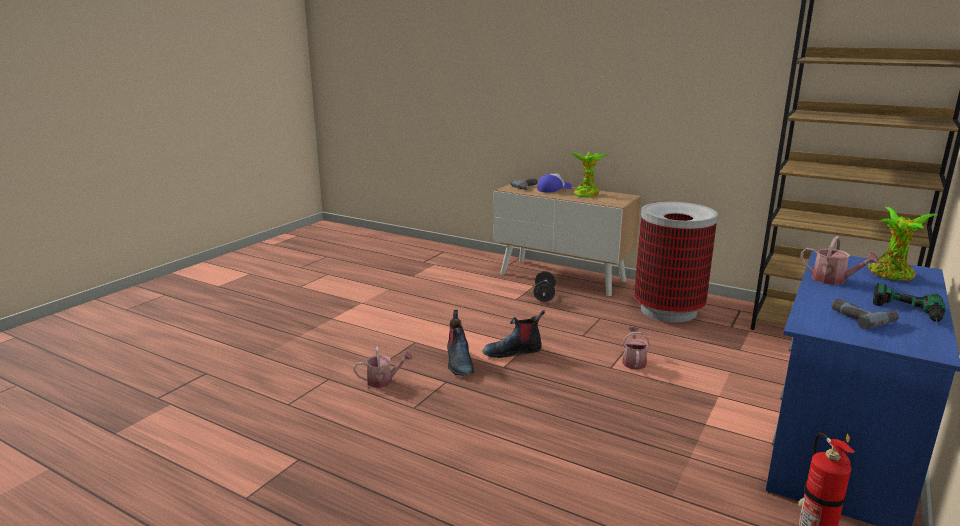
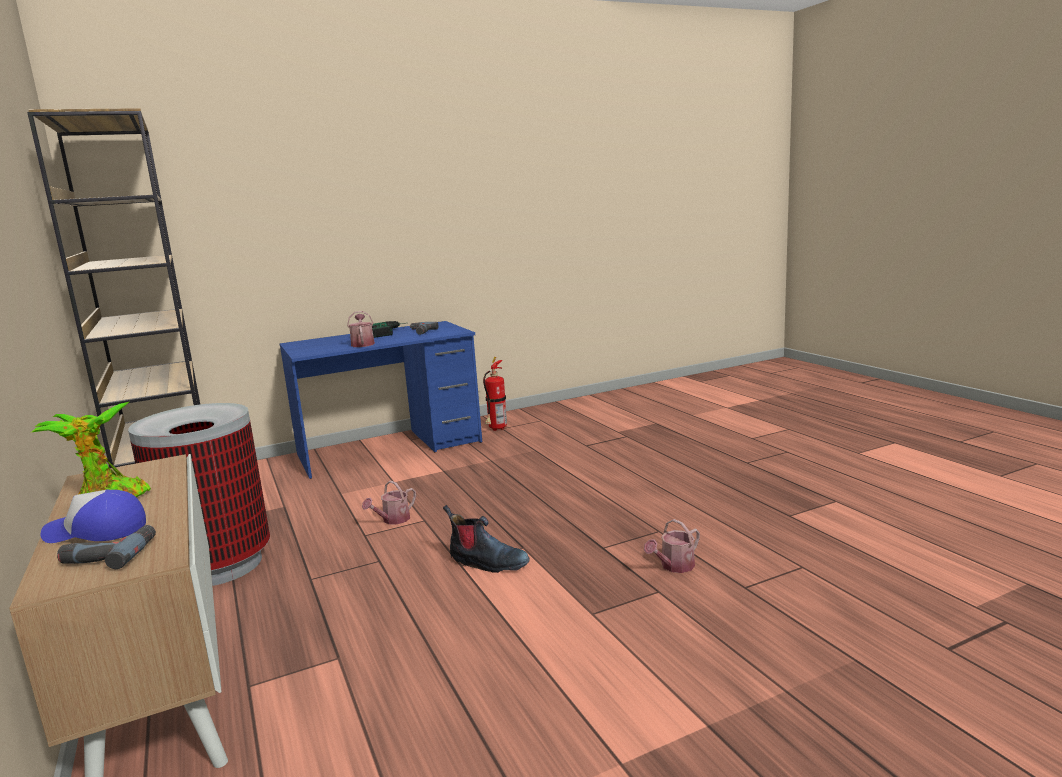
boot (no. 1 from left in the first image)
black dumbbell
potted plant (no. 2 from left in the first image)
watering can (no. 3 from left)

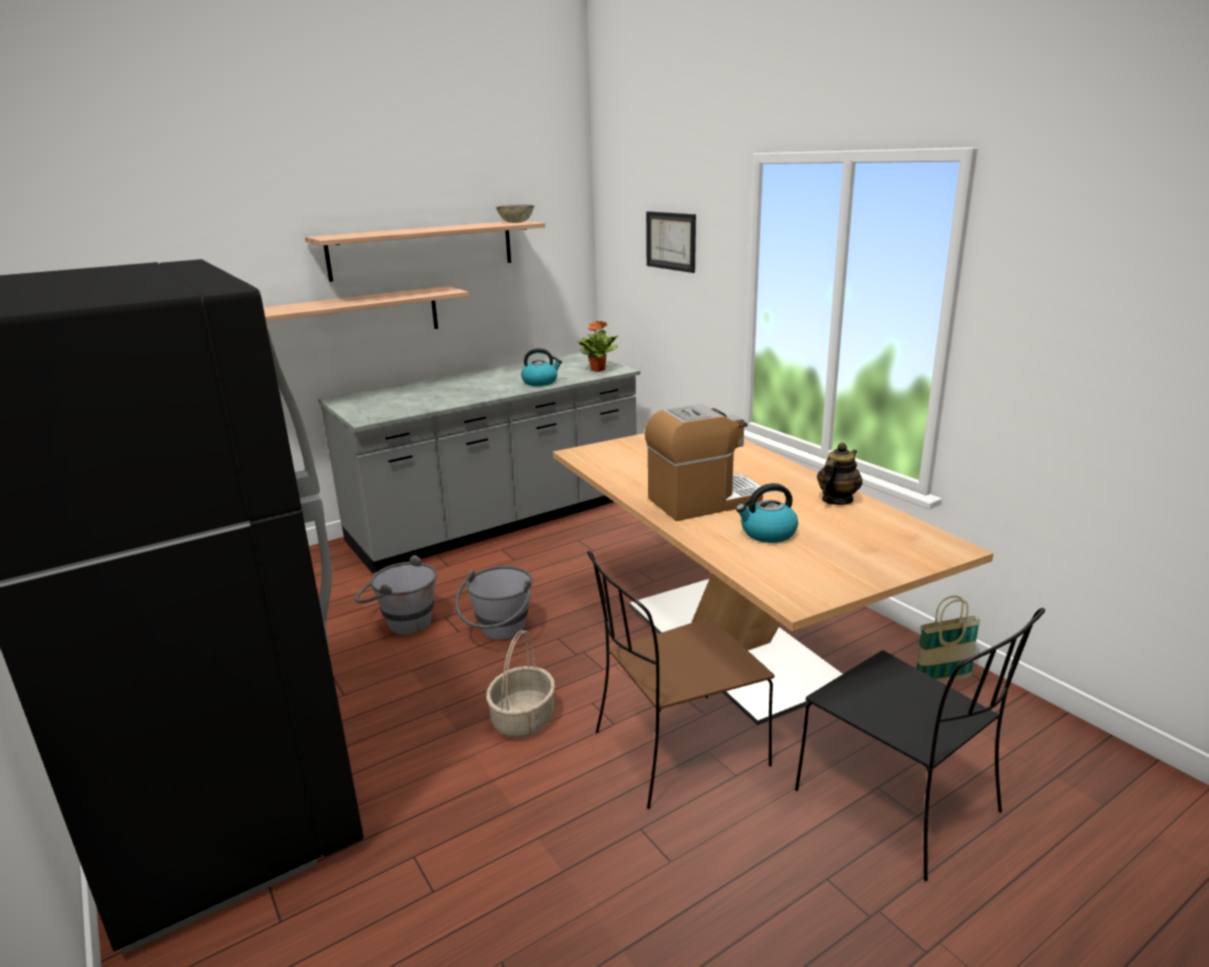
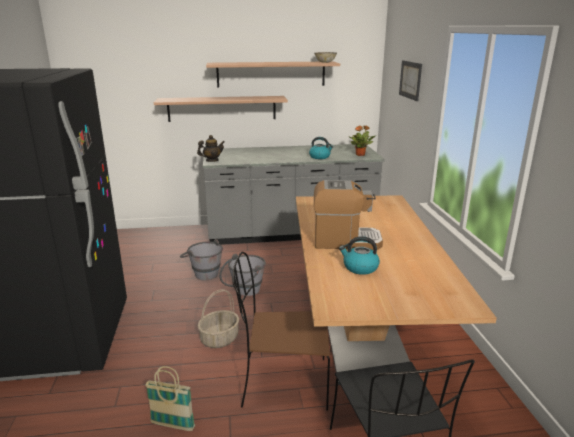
teapot
basket (no. 1 from left)

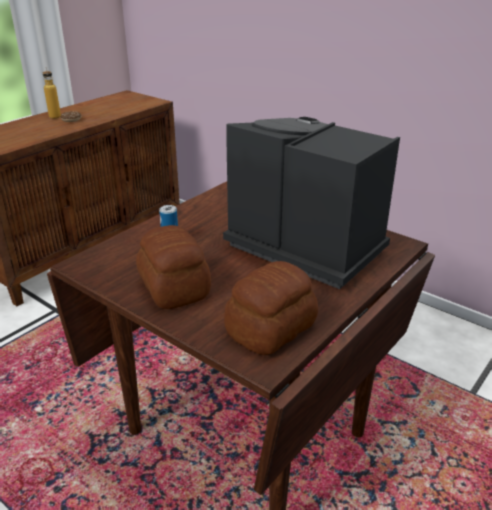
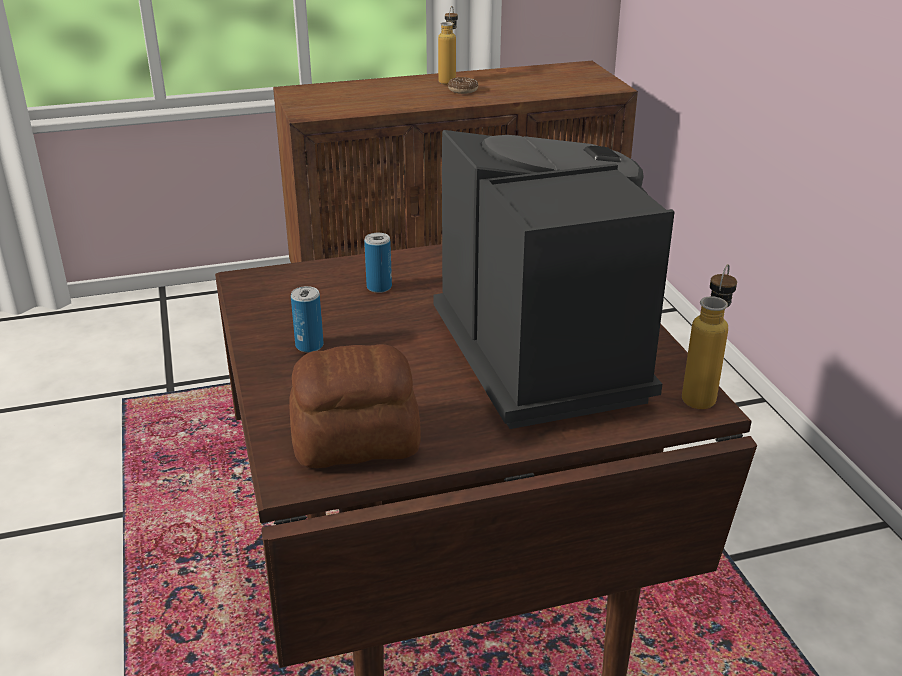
bottle (no. 2 from left)
can (no. 1 from left)

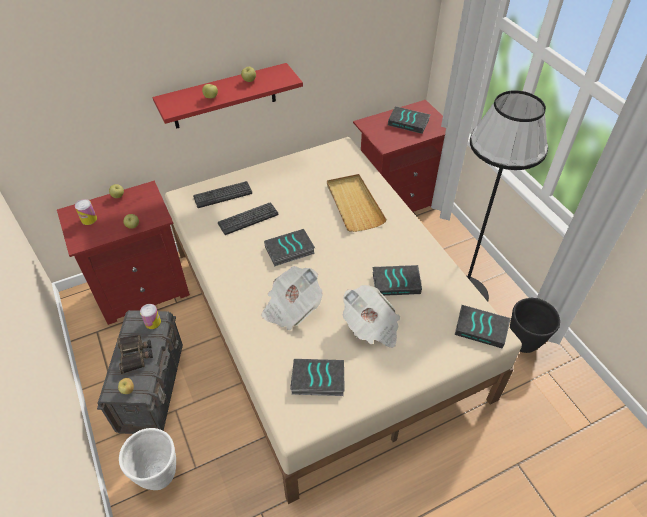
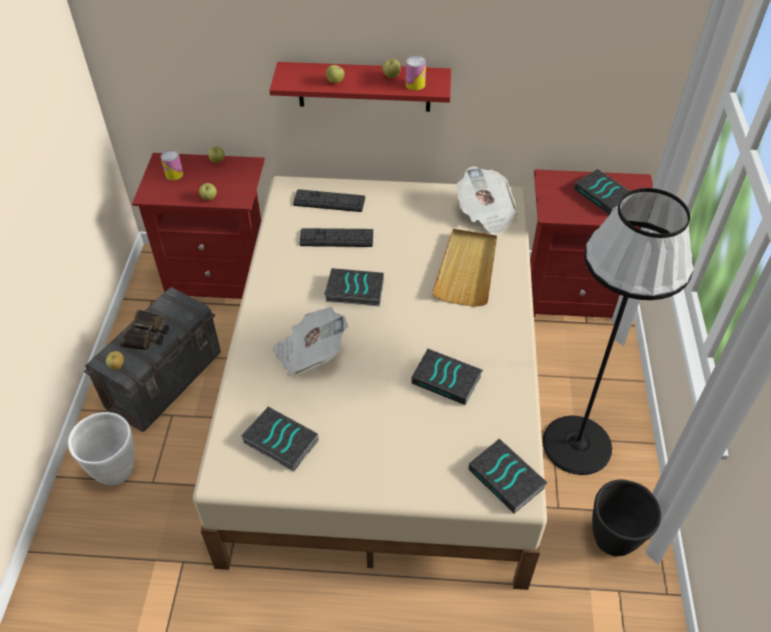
can (no. 2 from left)
newspaper (no. 2 from left)

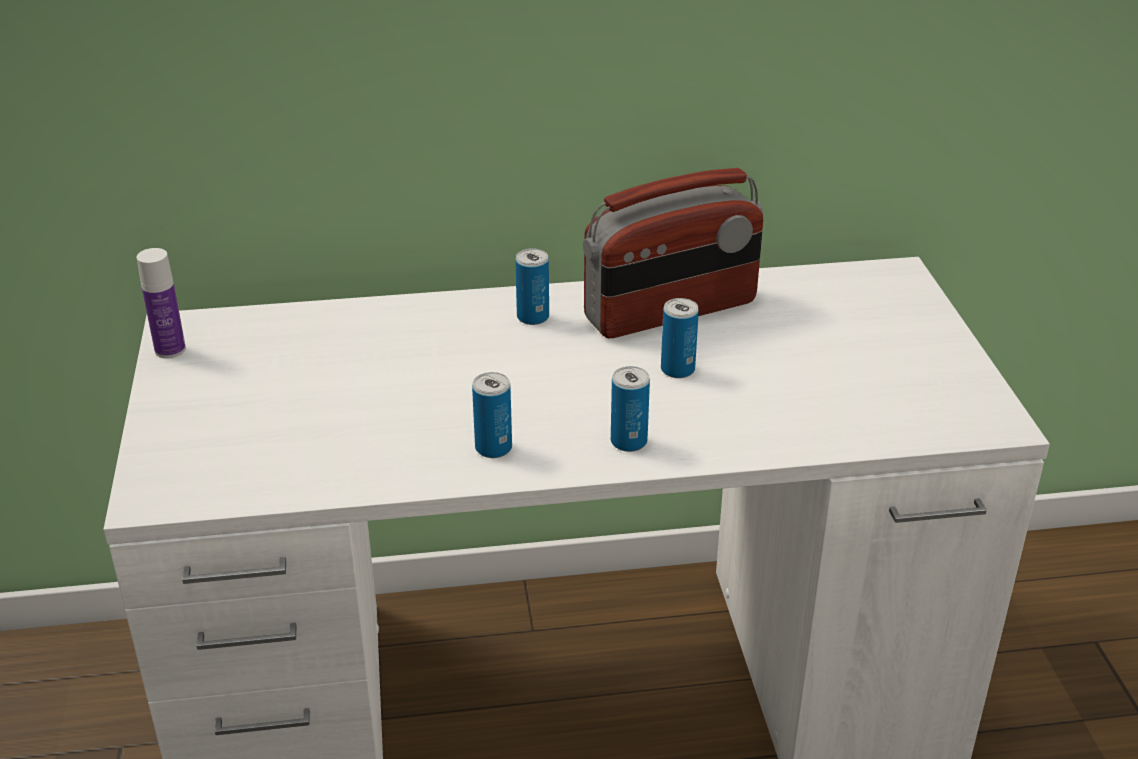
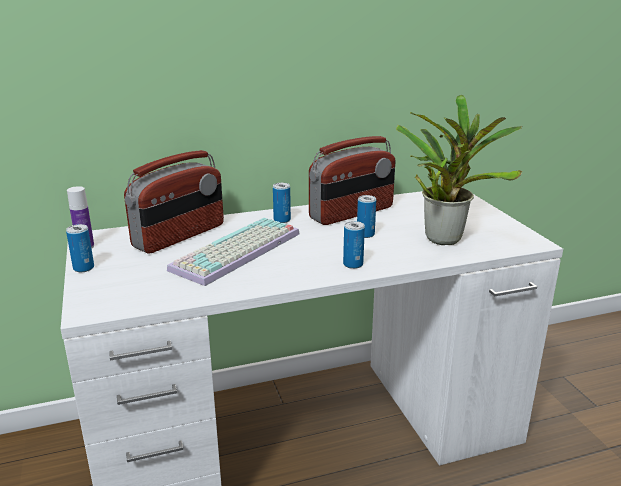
radio (no. 1 from left)
keyboard
potted plant
can (no. 1 from left)

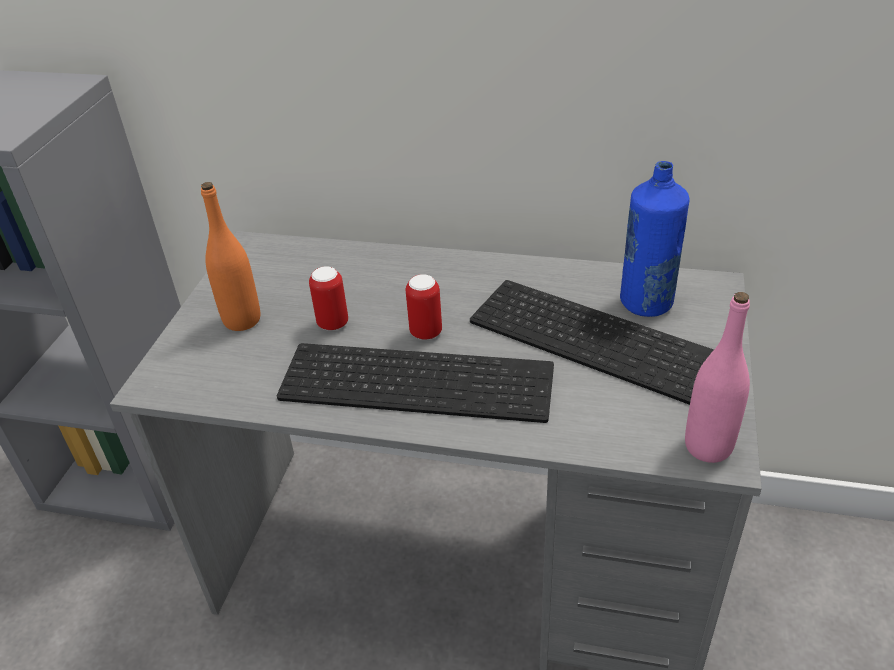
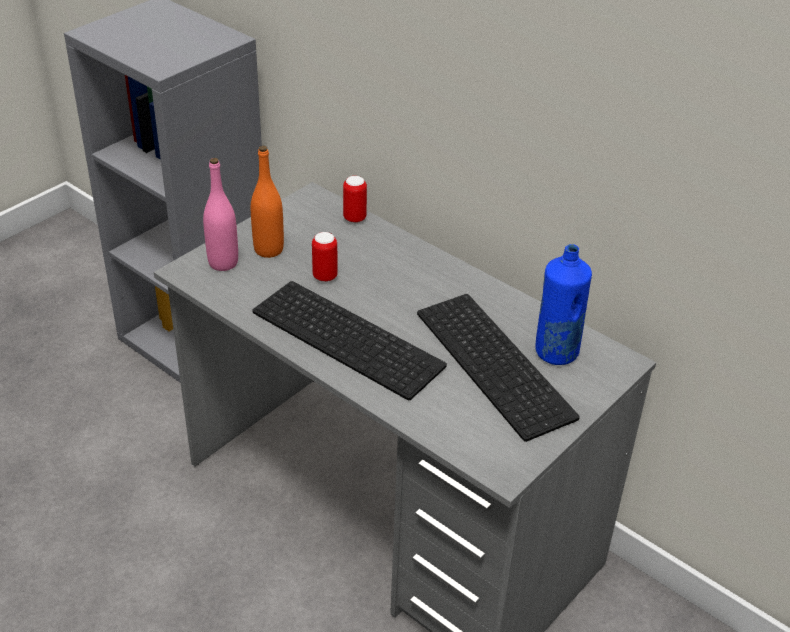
can (no. 2 from left)
pink bottle

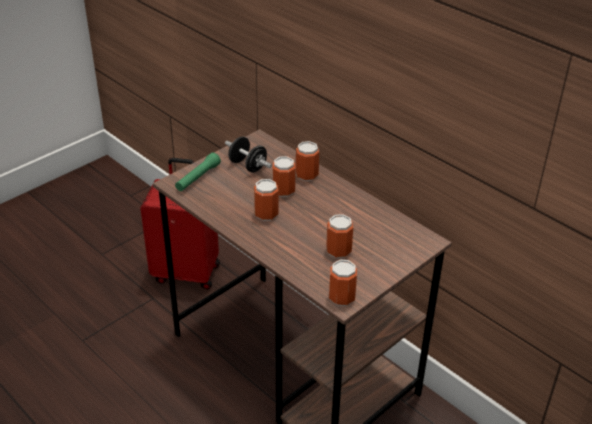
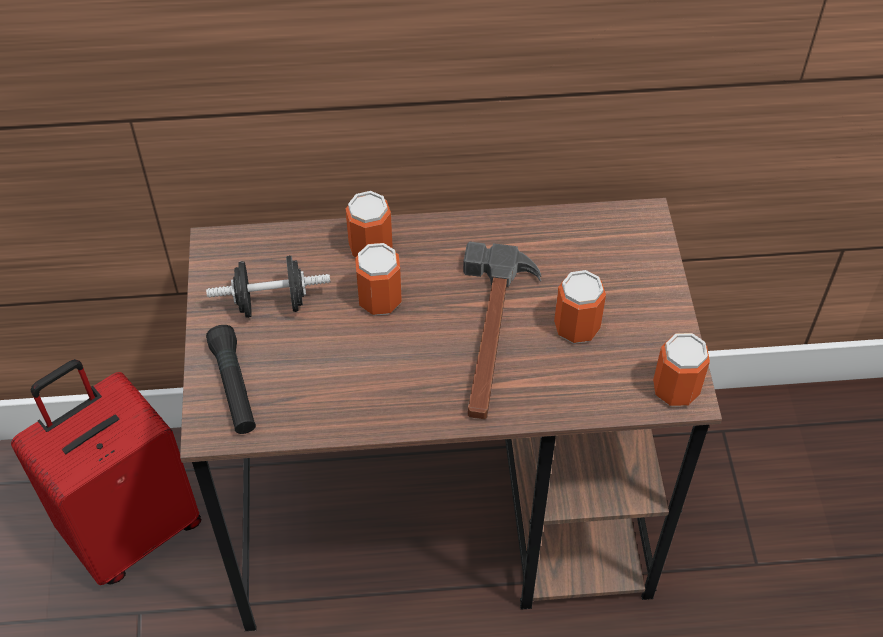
can (no. 1 from left in the first image)
hammer
black flashlight

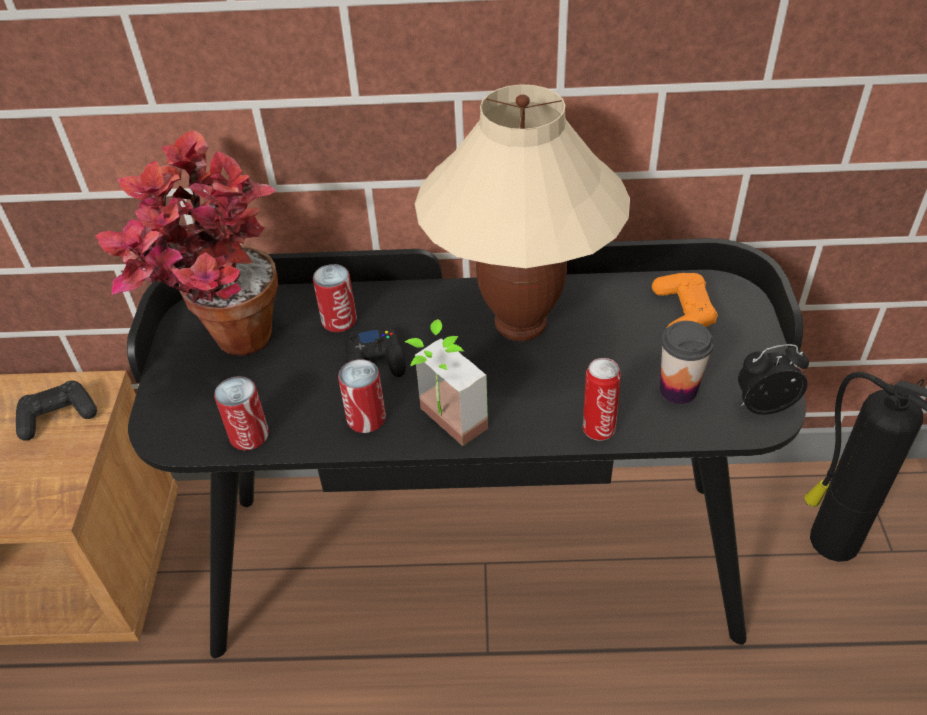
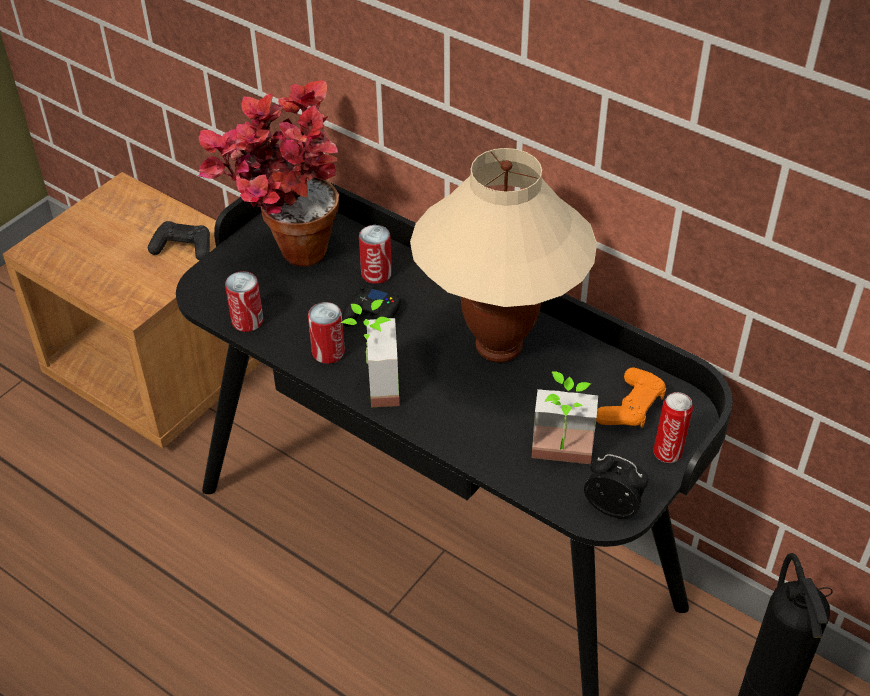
can (no. 4 from left)
potted plant (no. 3 from left)

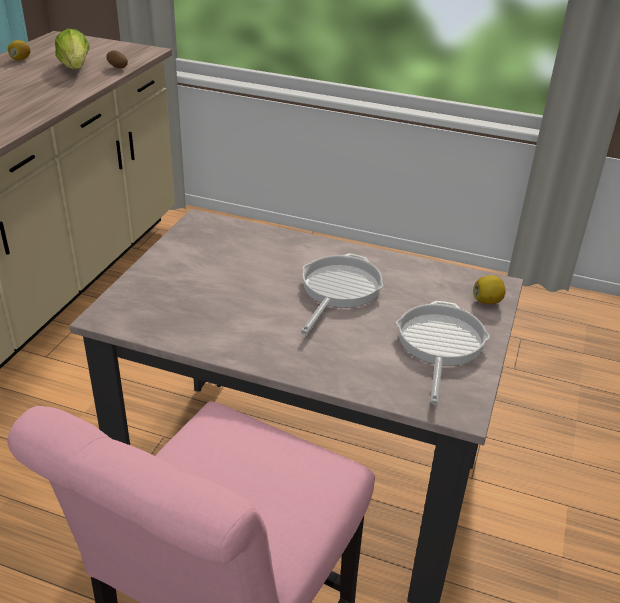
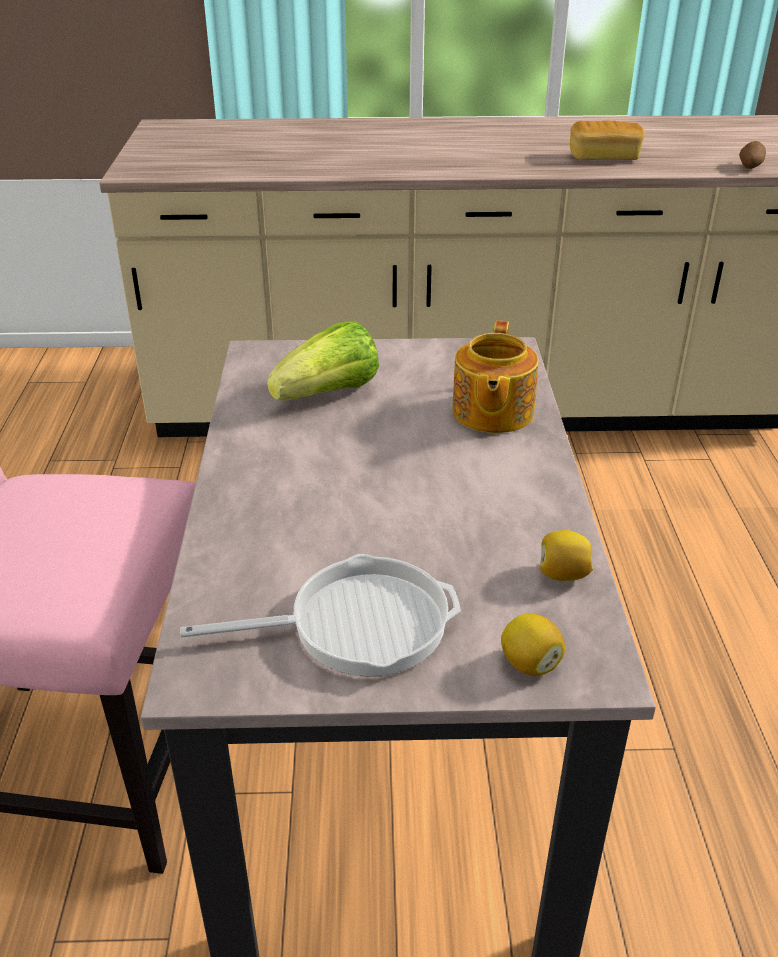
frying pan (no. 1 from left in the first image)
teapot
bread
lemon (no. 2 from left)
lettuce

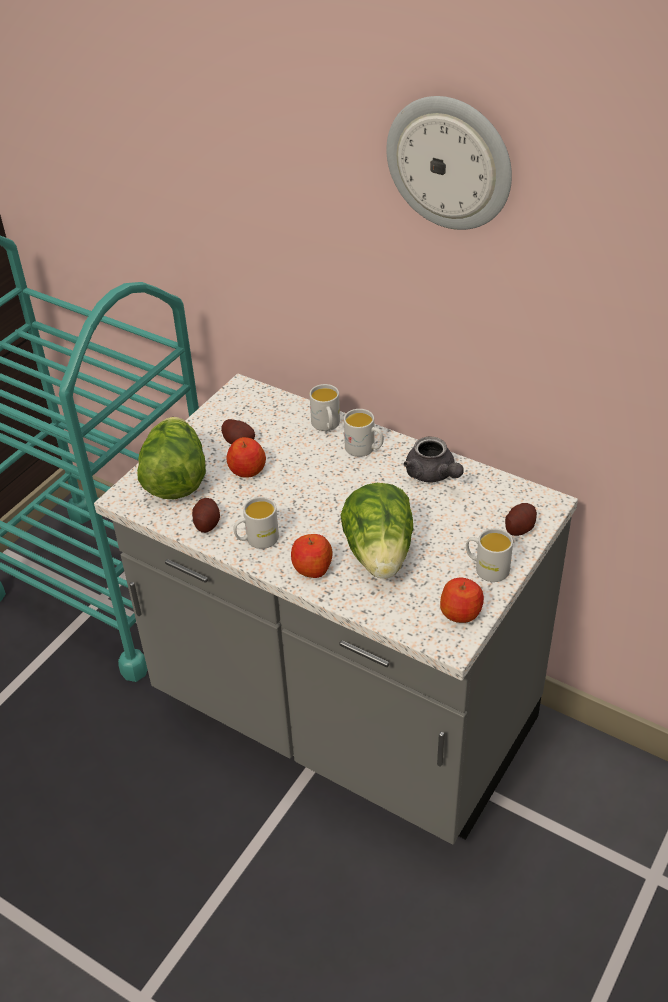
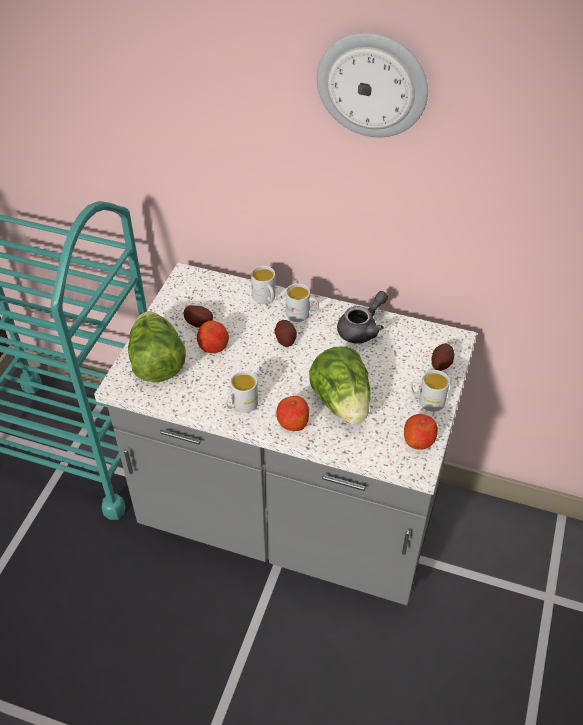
potato (no. 2 from left)
grey teapot

